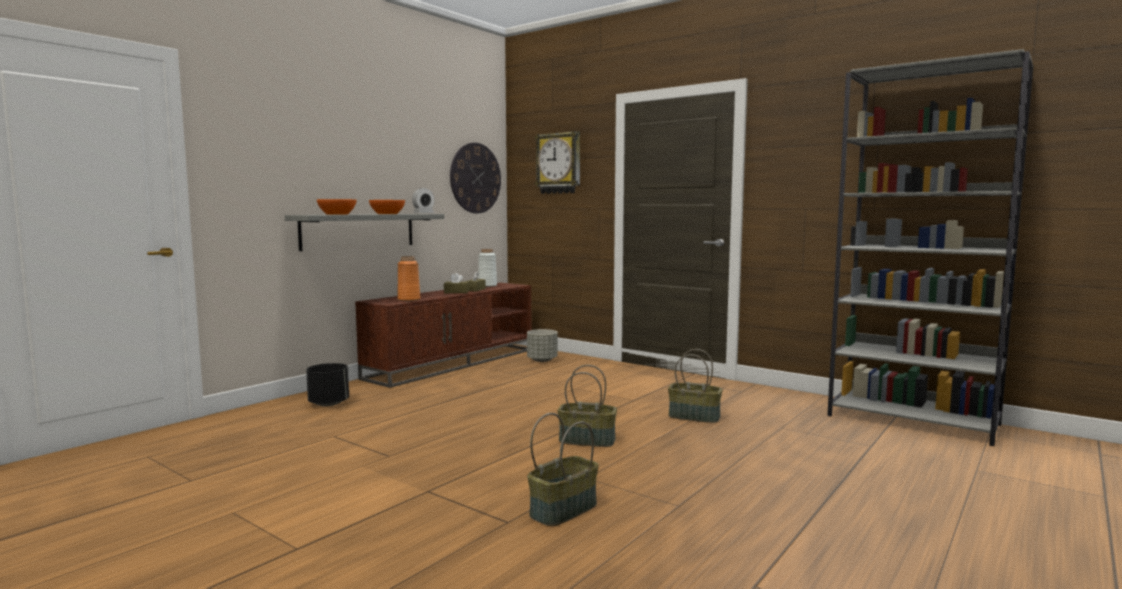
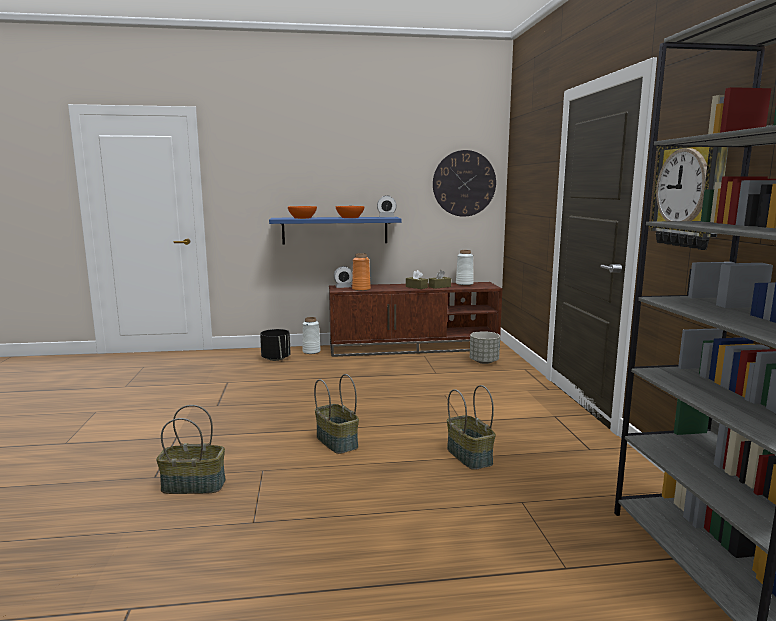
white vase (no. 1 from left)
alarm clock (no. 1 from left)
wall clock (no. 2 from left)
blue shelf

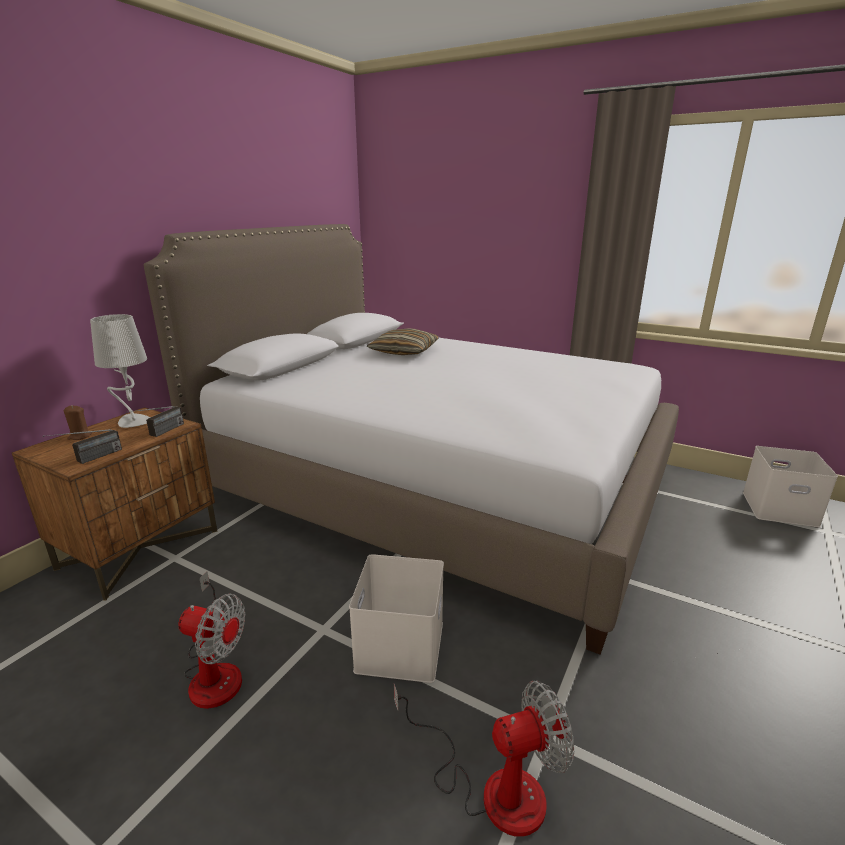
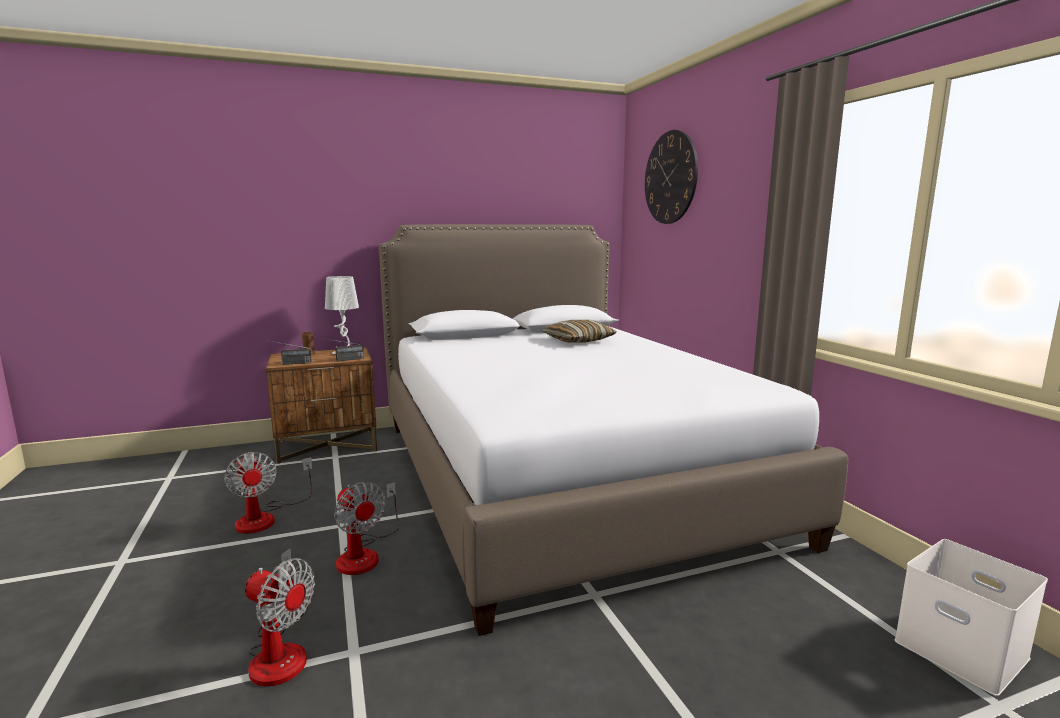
wall clock
fan (no. 3 from left)

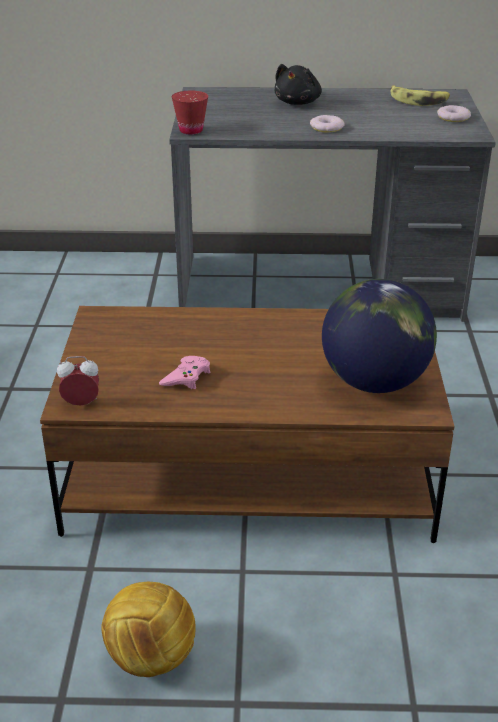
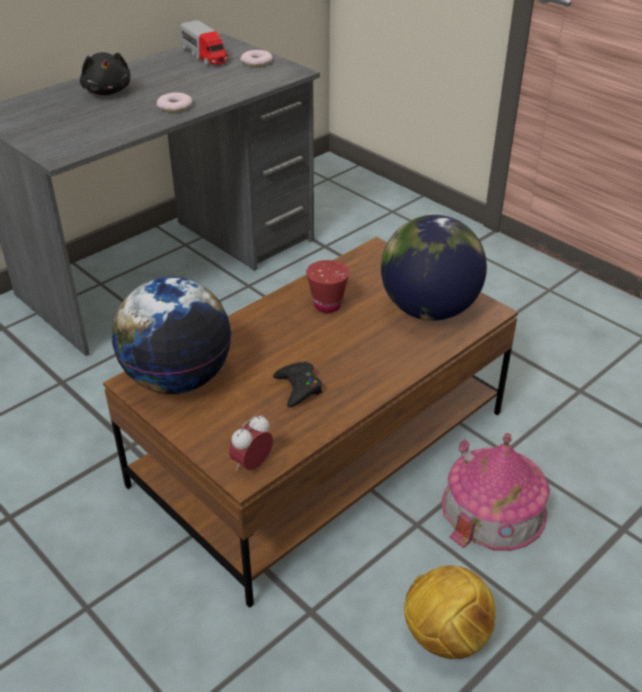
globe (no. 1 from left)
toy house
red cup
toy truck
black game controller

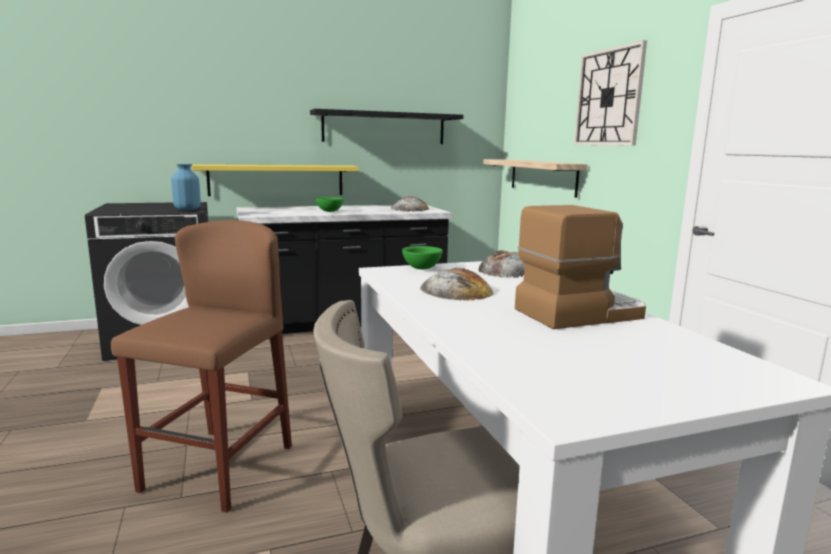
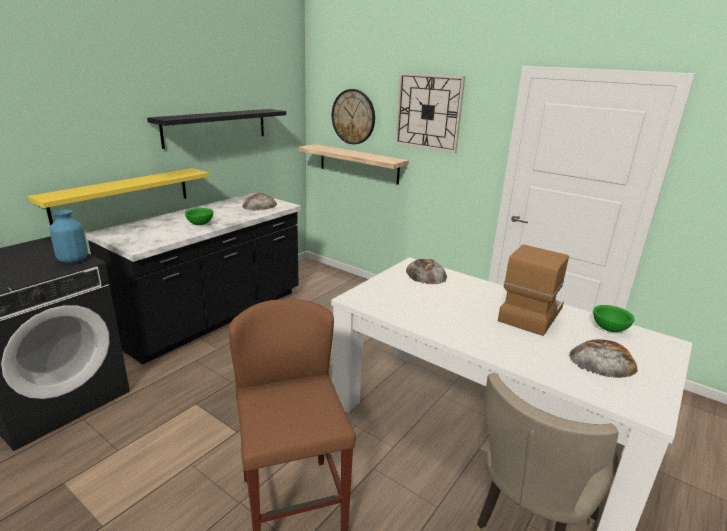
wall clock (no. 1 from left)
green bowl (no. 2 from left)
bread (no. 3 from left)

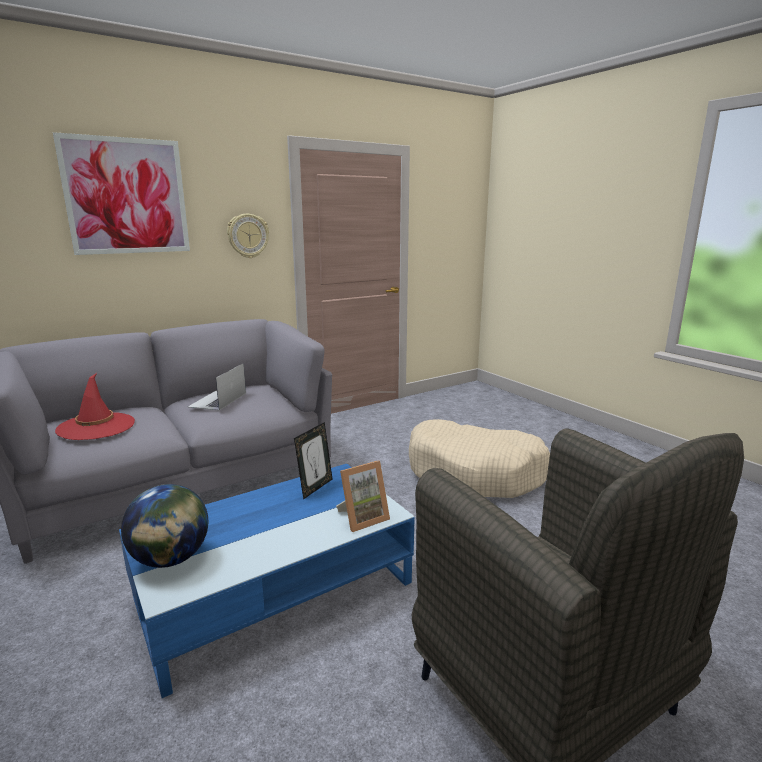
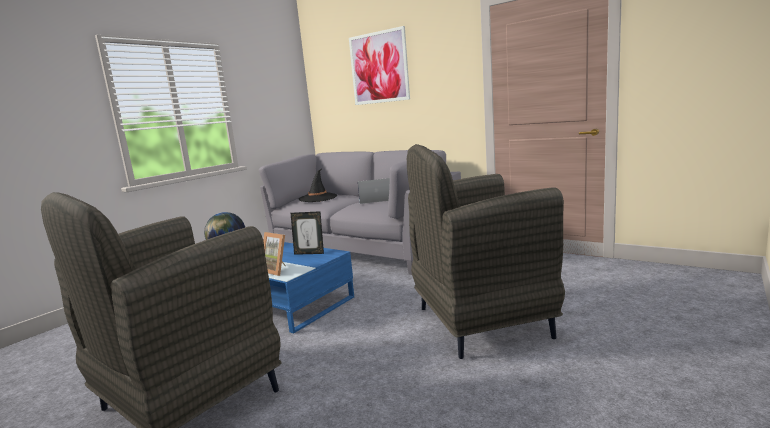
wall clock
grey armchair (no. 2 from left)
black hat

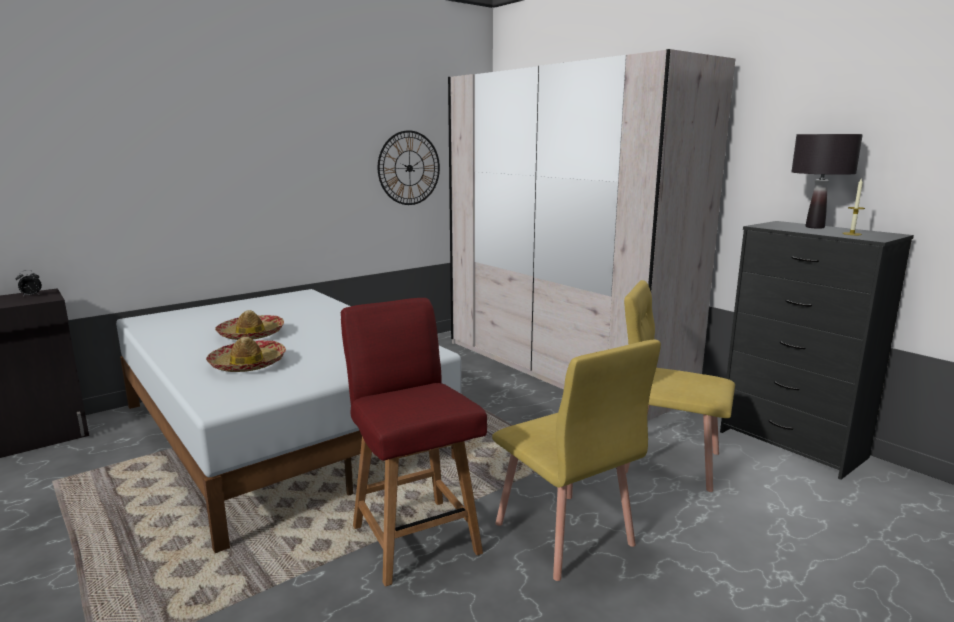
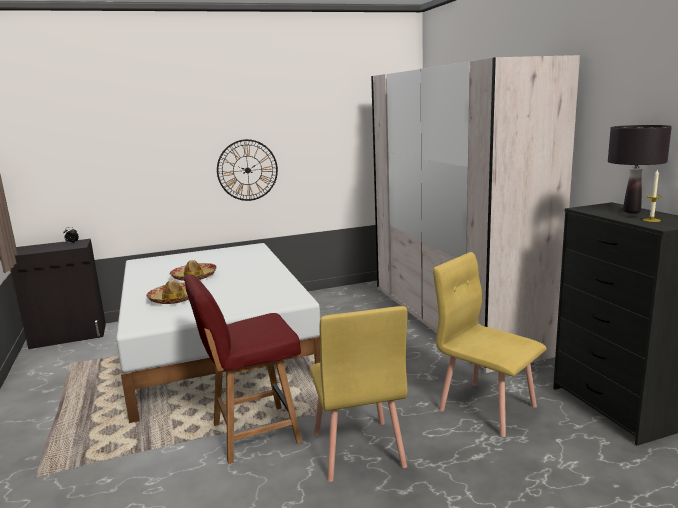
wall clock
red chair

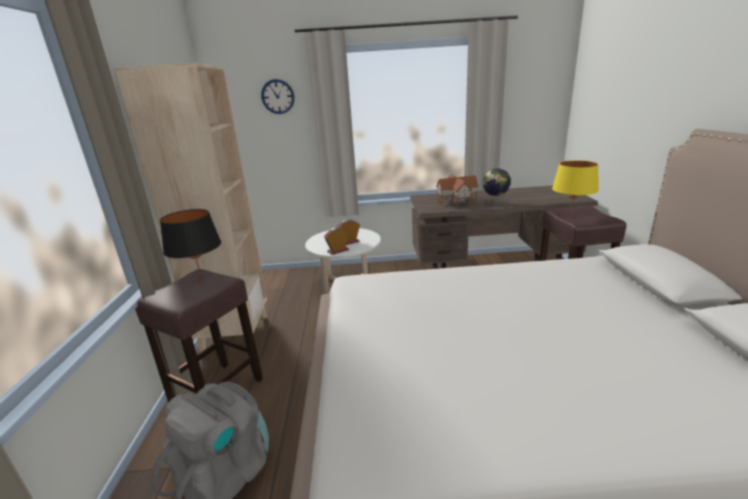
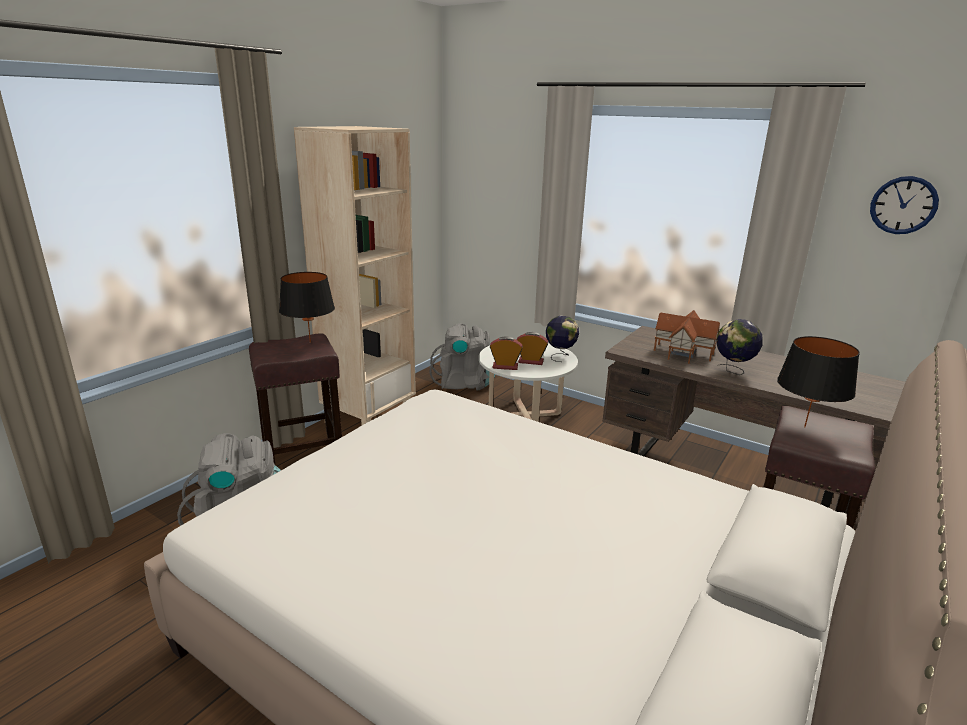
grey backpack (no. 2 from left)
globe (no. 1 from left)
wall clock
black table lamp (no. 2 from left)

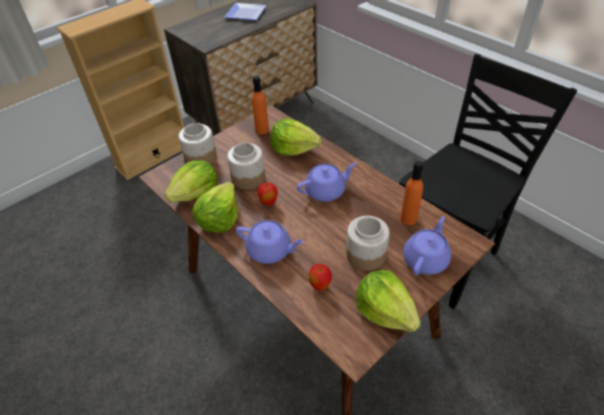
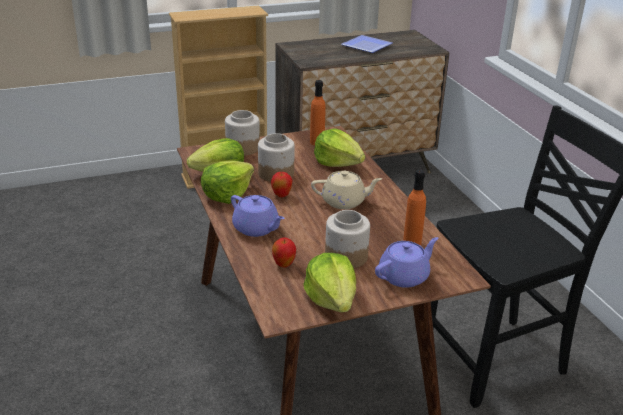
beige teapot

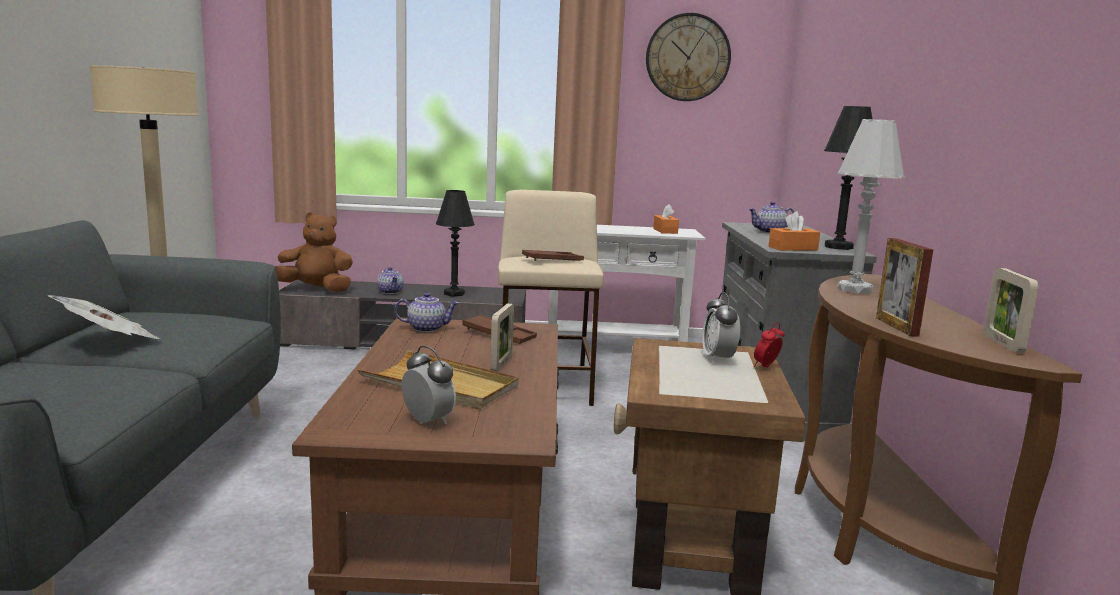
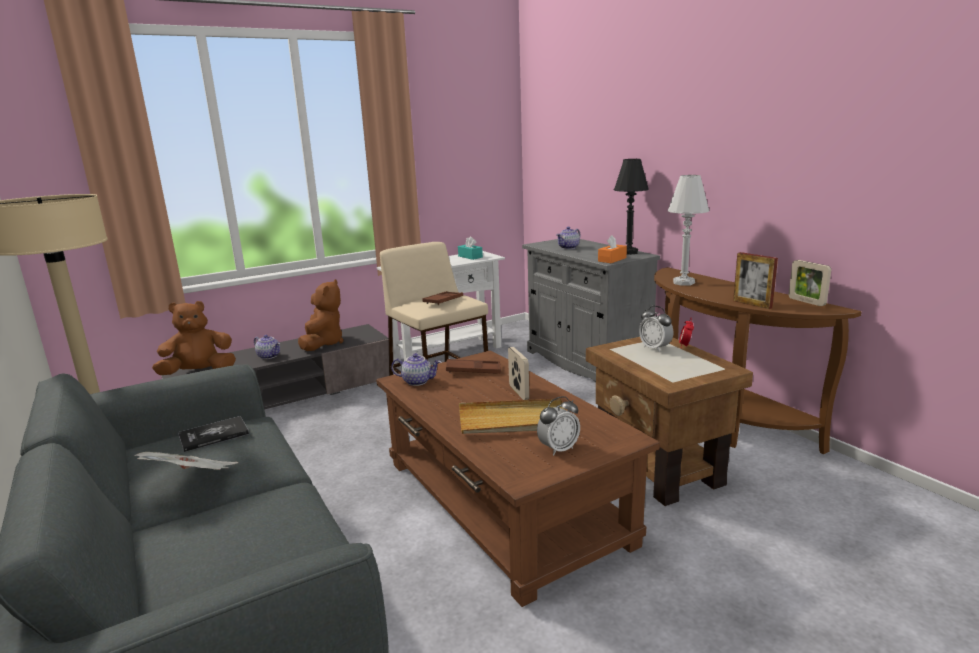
wall clock
book
brown plush toy (no. 2 from left)
turquoise tissue box
teapot (no. 2 from left)
alarm clock (no. 1 from left)

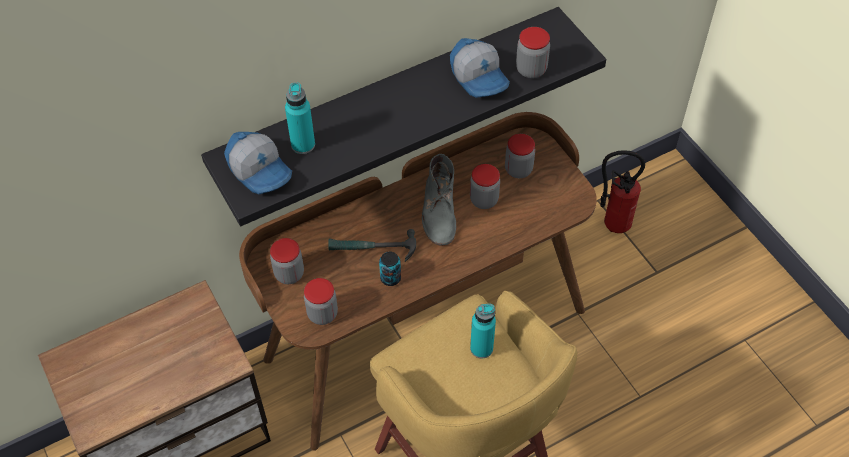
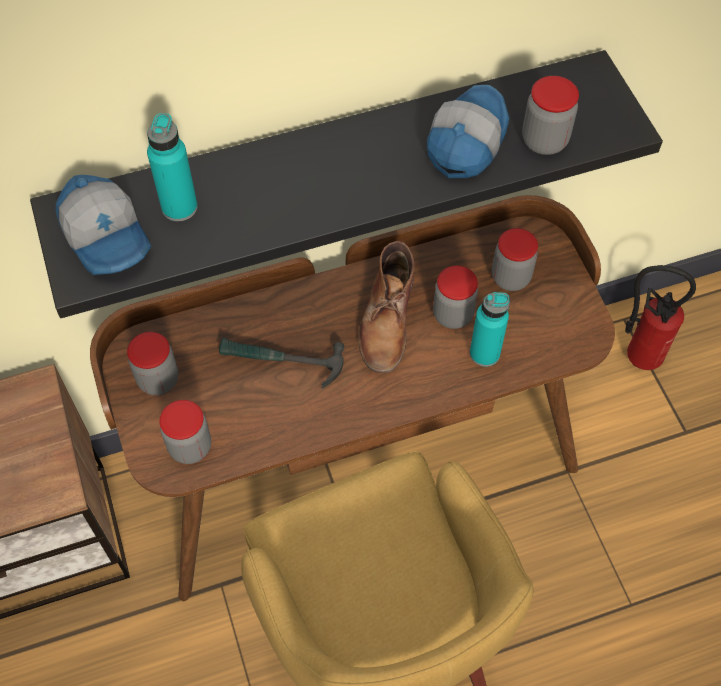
can
turquoise bottle (no. 2 from left)
brown boot
cap (no. 2 from left)

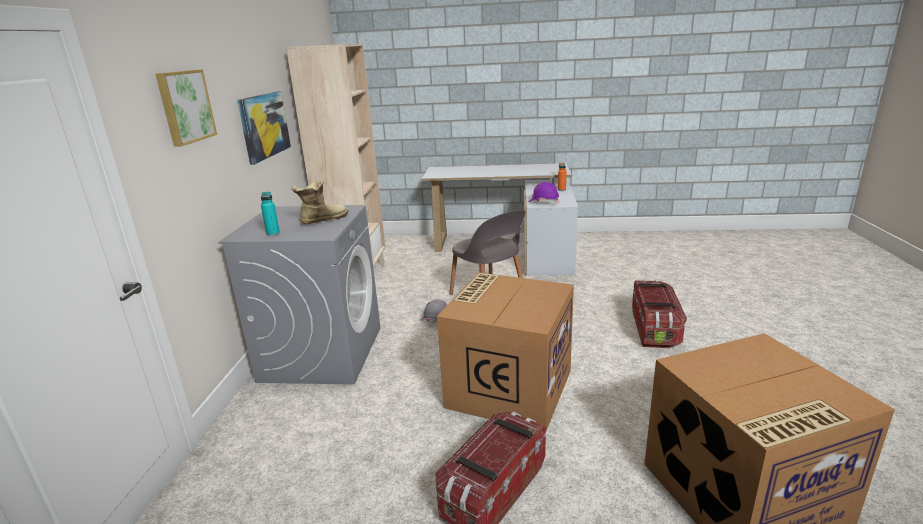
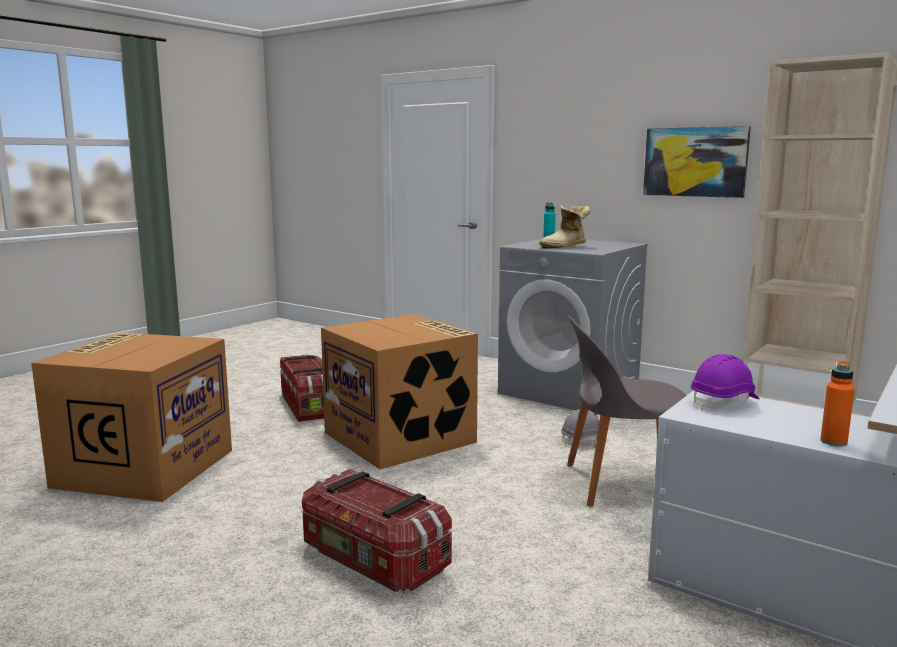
picture (no. 1 from left in the first image)
boot

